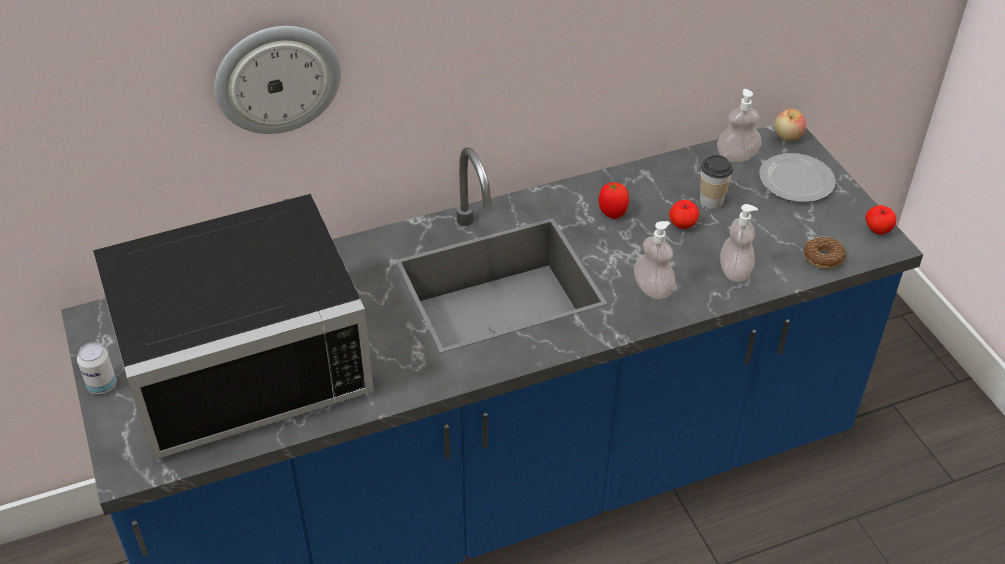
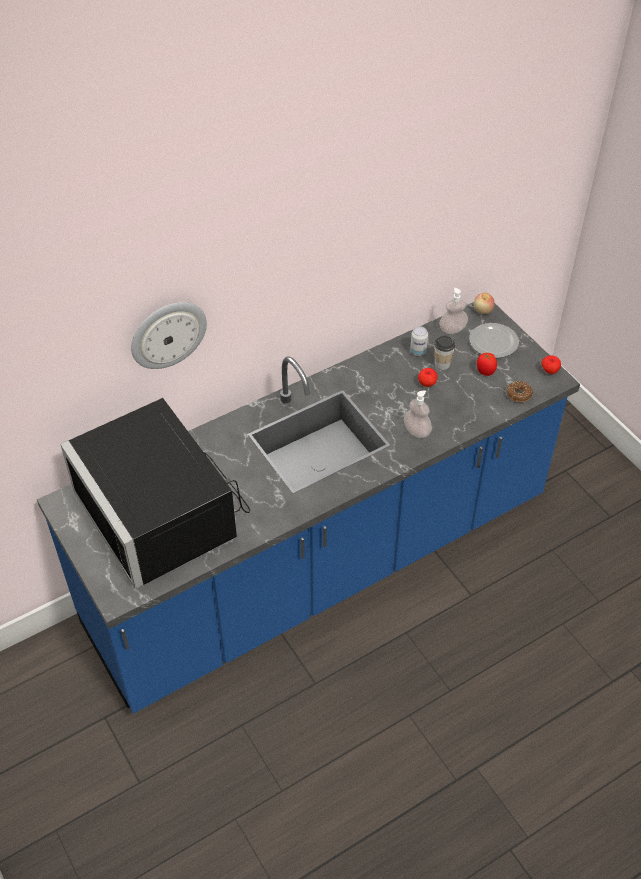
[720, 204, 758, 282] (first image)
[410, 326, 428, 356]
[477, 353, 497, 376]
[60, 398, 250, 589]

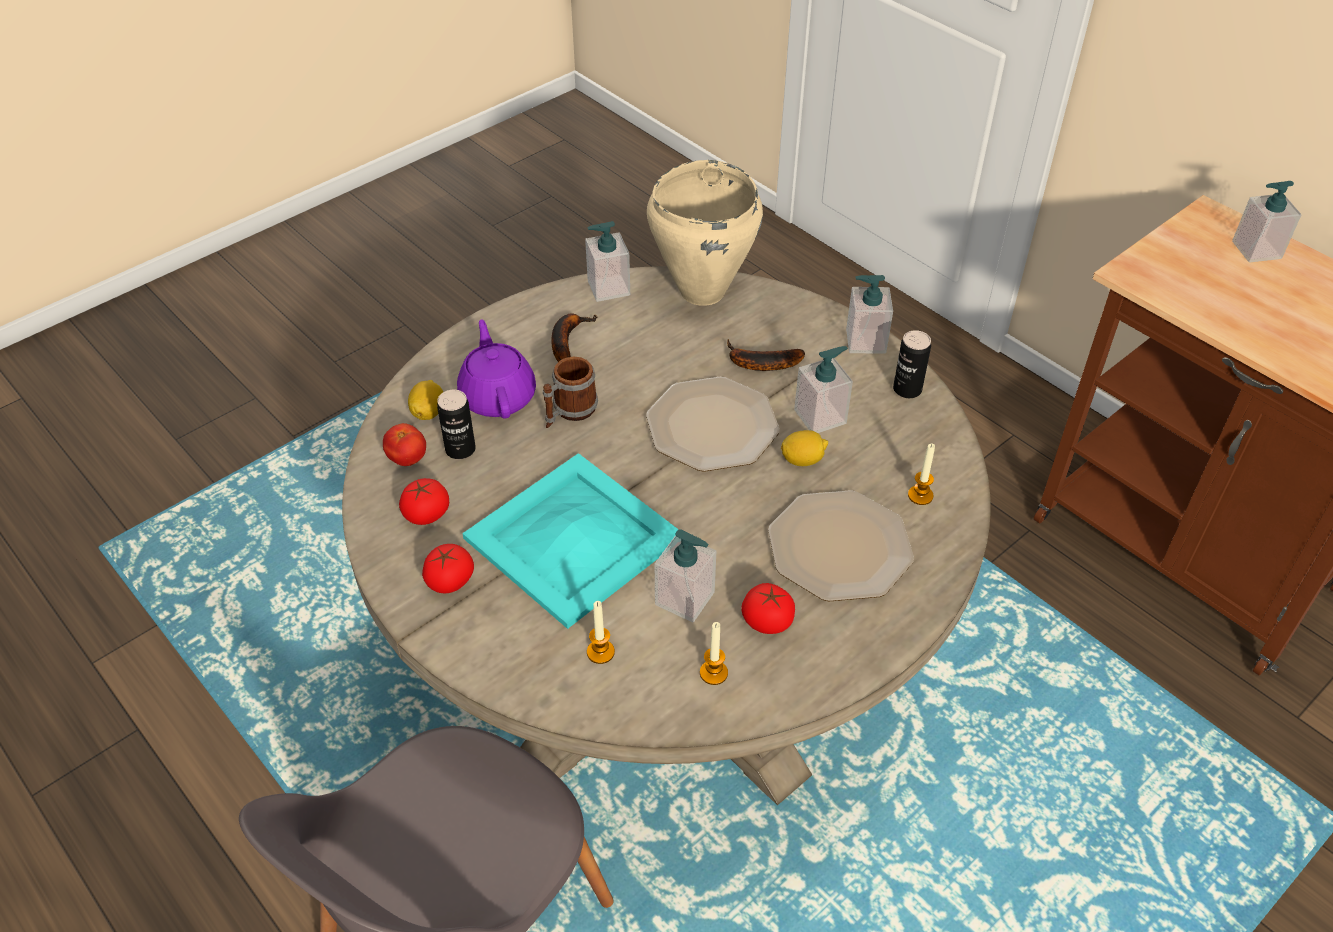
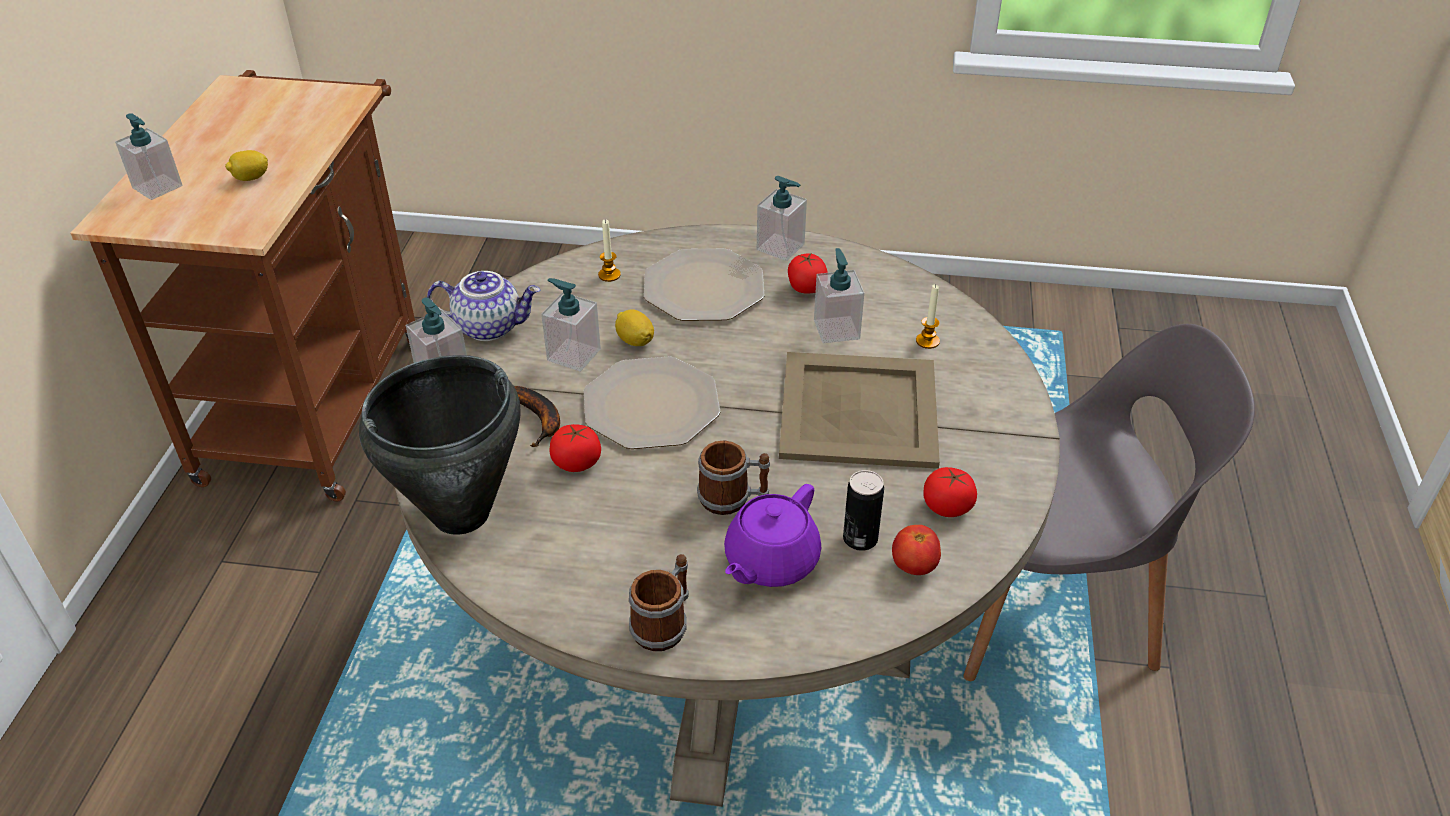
[551, 313, 598, 362] (first image)
[700, 622, 728, 685] (first image)
[629, 554, 689, 651]
[225, 150, 268, 181]
[550, 424, 601, 472]
[757, 176, 807, 261]
[427, 271, 540, 341]
[779, 352, 940, 469]
[359, 355, 521, 534]

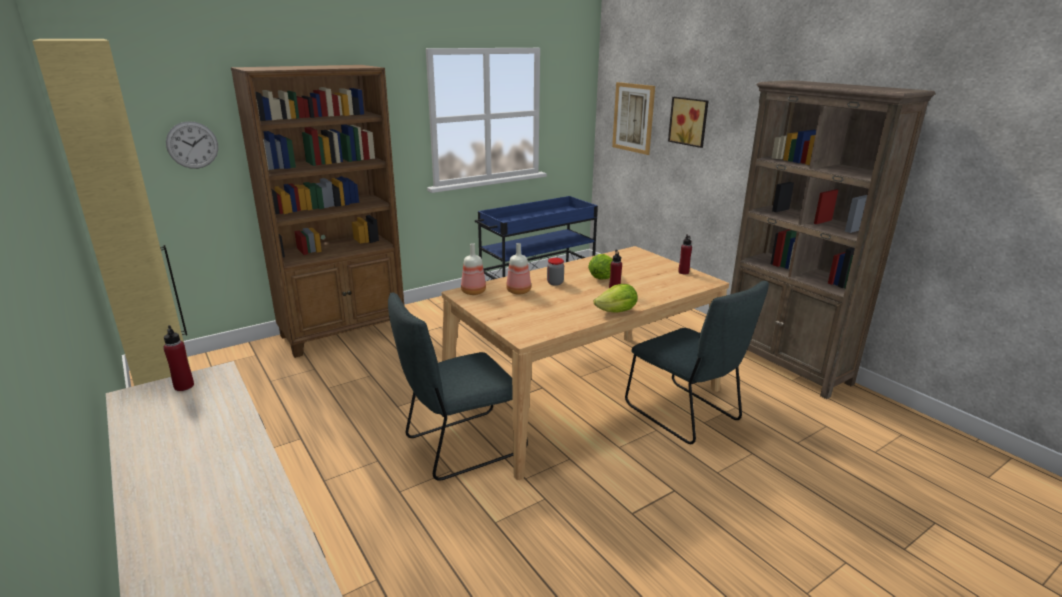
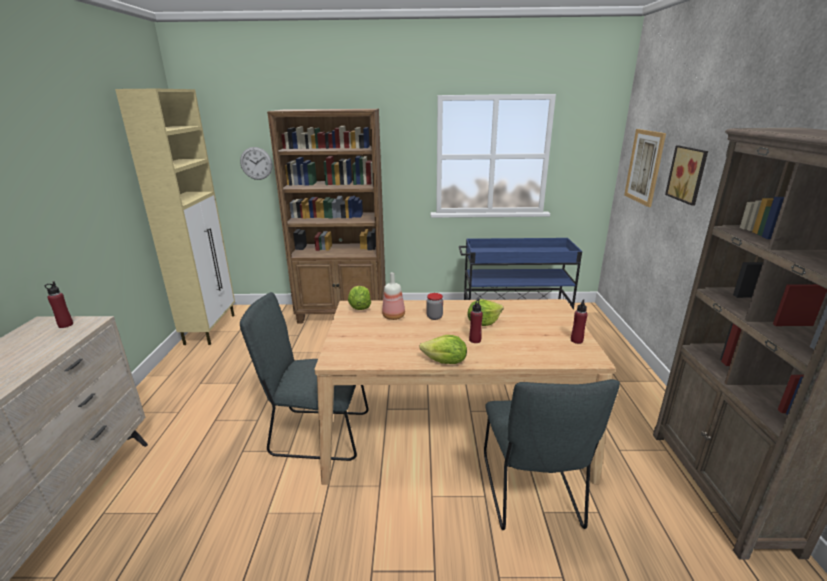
[348, 286, 371, 310]

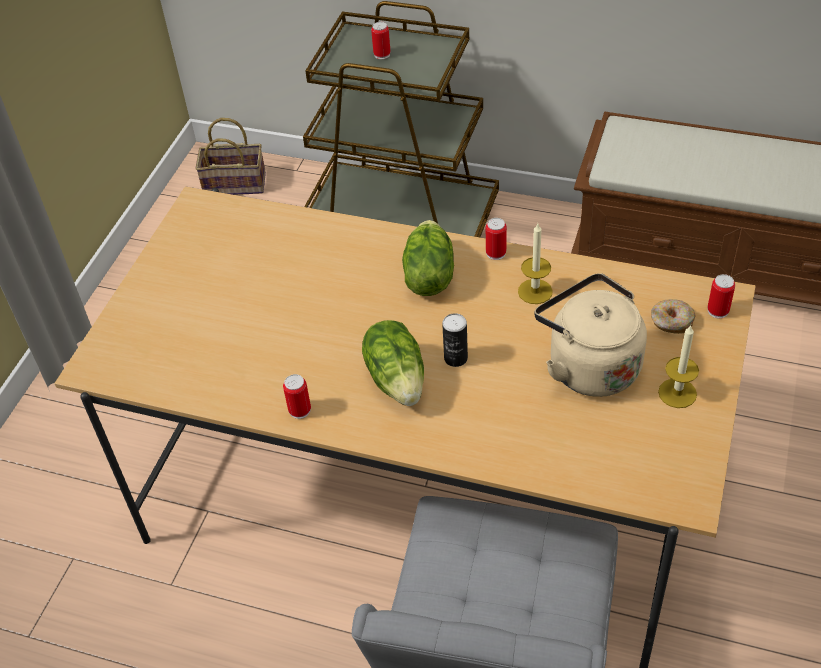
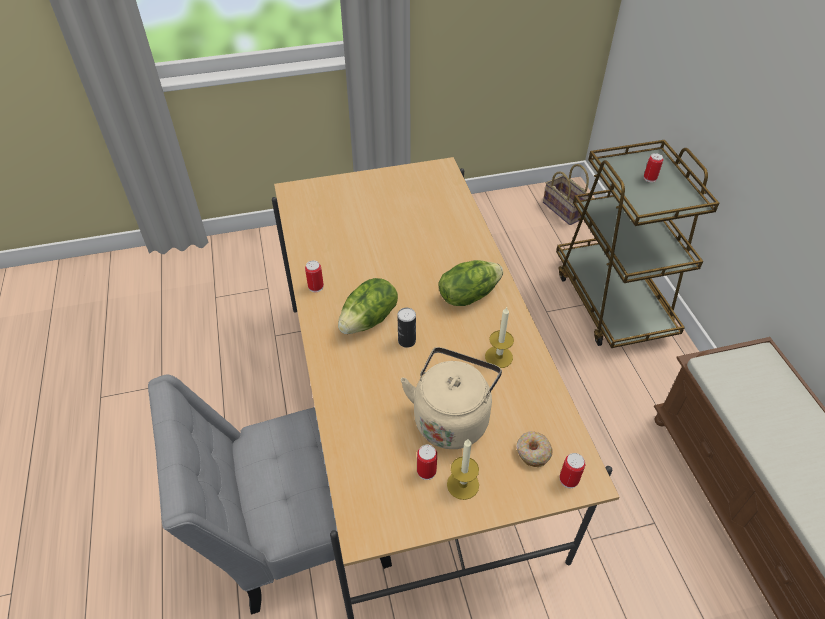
[417, 445, 437, 480]

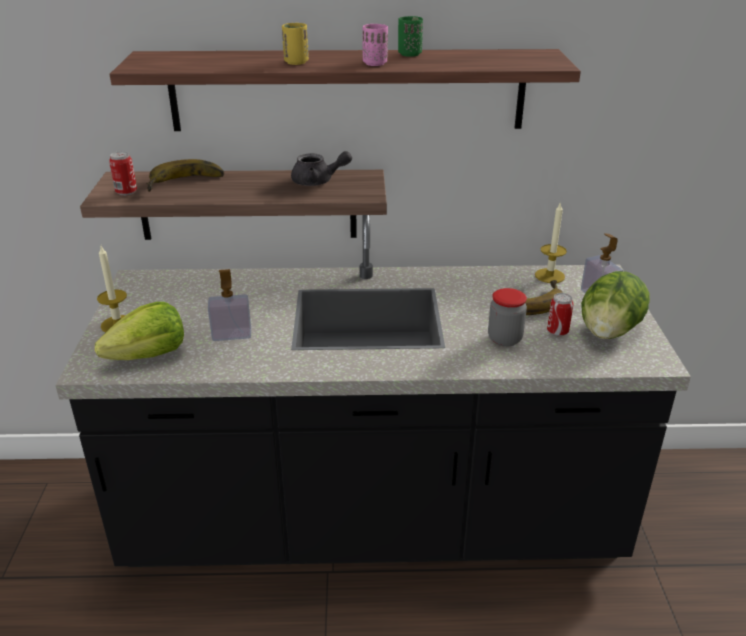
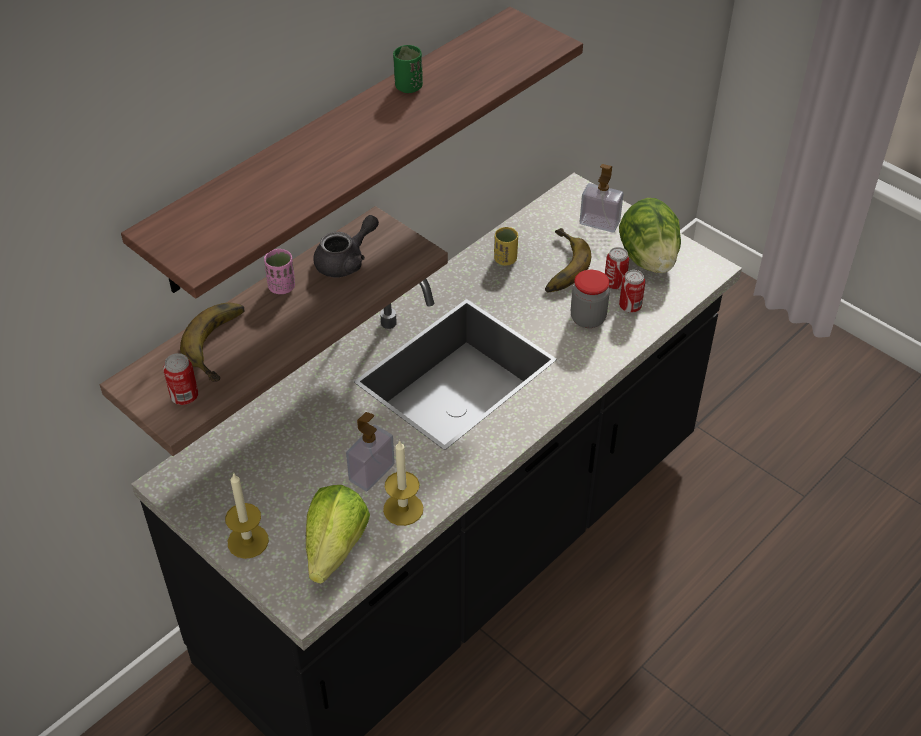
[619, 270, 645, 313]
[494, 227, 518, 265]
[264, 249, 295, 294]
[383, 440, 423, 526]

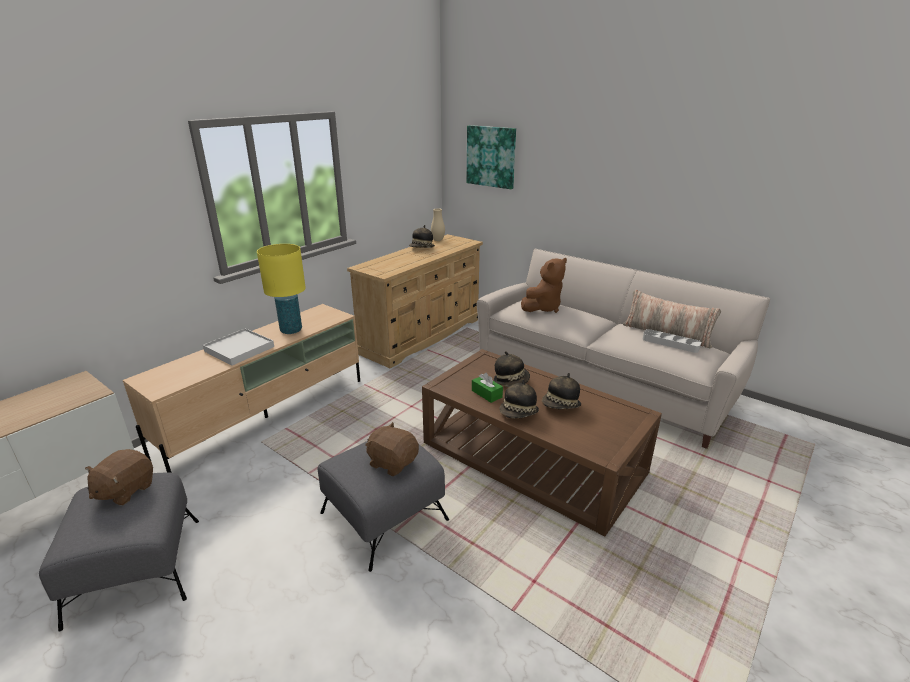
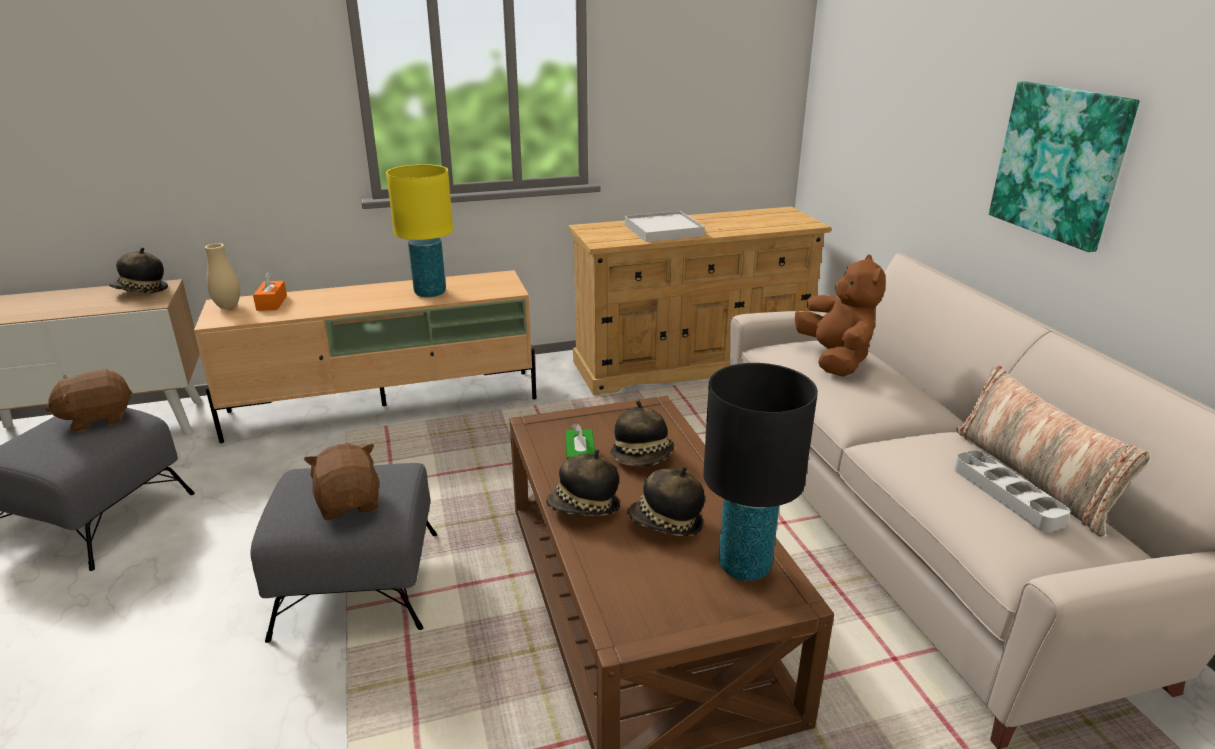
[253, 272, 287, 311]
[703, 363, 818, 581]
[625, 211, 705, 242]
[109, 247, 168, 293]
[205, 243, 240, 309]
[989, 81, 1140, 252]
[795, 254, 886, 377]

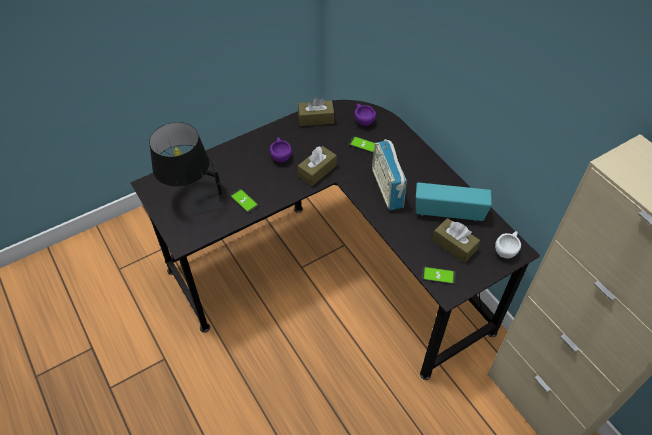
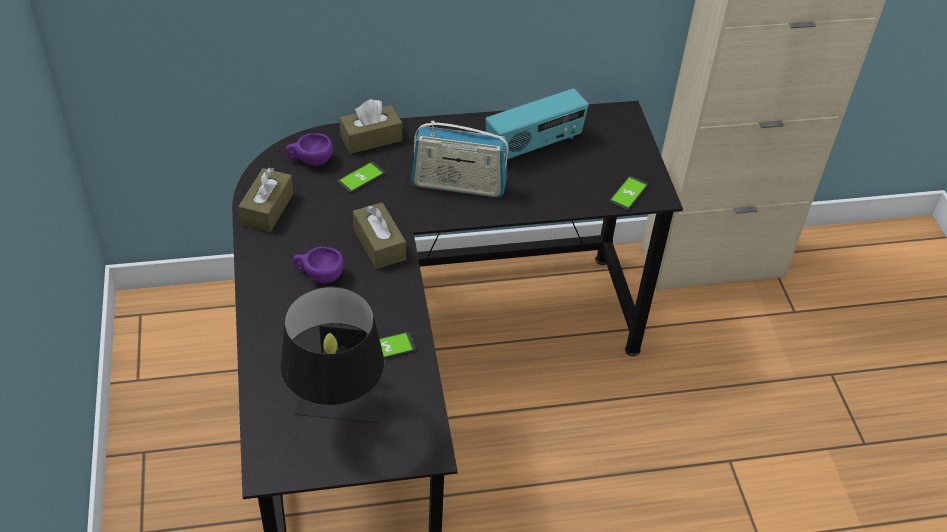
[495, 231, 521, 258] (first image)
[339, 99, 402, 154]
[485, 88, 589, 160]

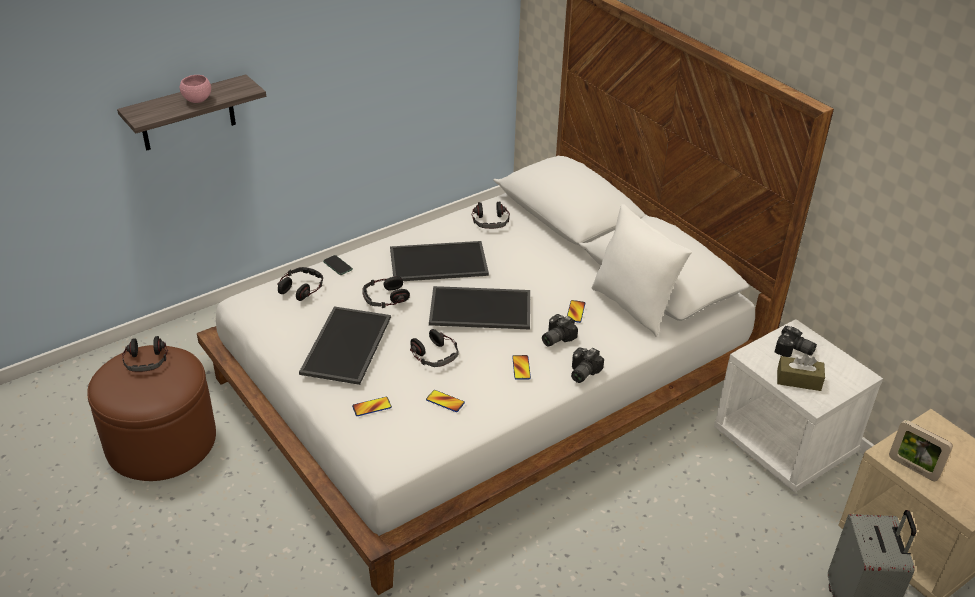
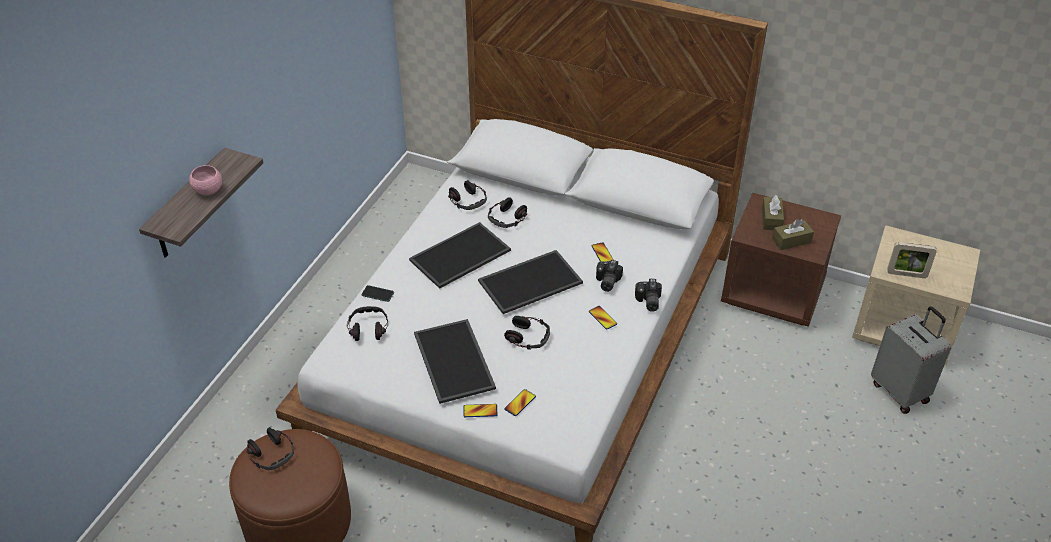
[591, 204, 692, 337] (first image)
[488, 197, 527, 228]
[463, 404, 497, 417]
[762, 195, 784, 230]
[721, 193, 841, 327]

